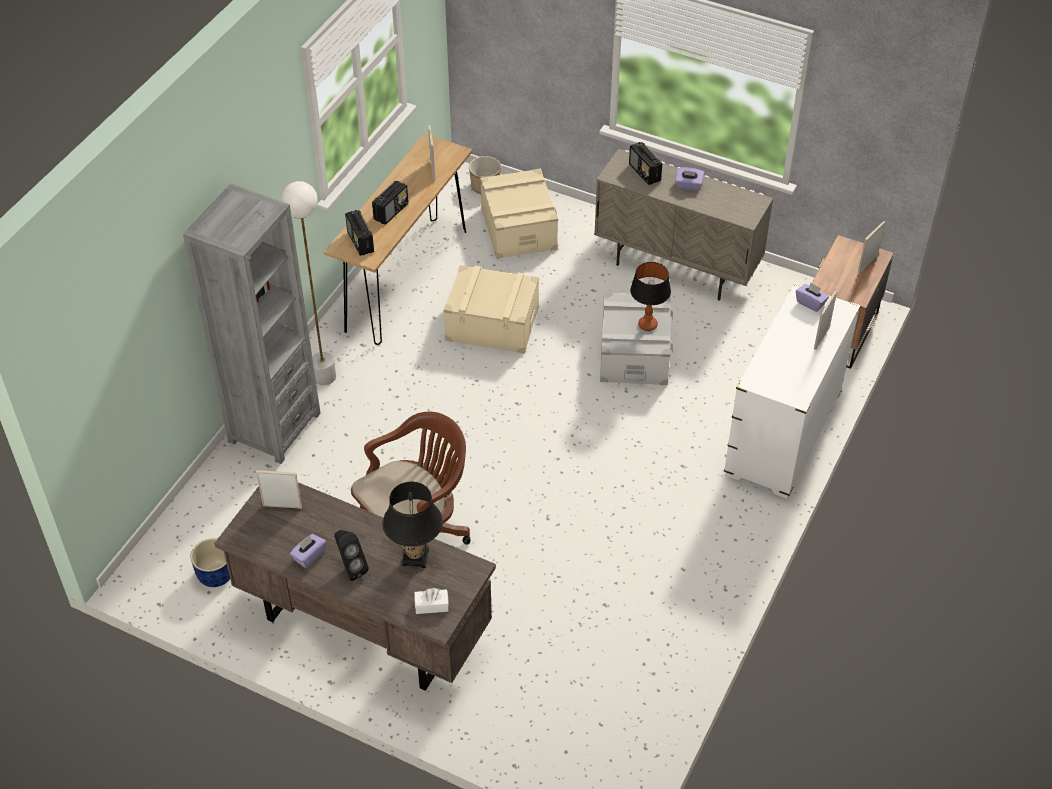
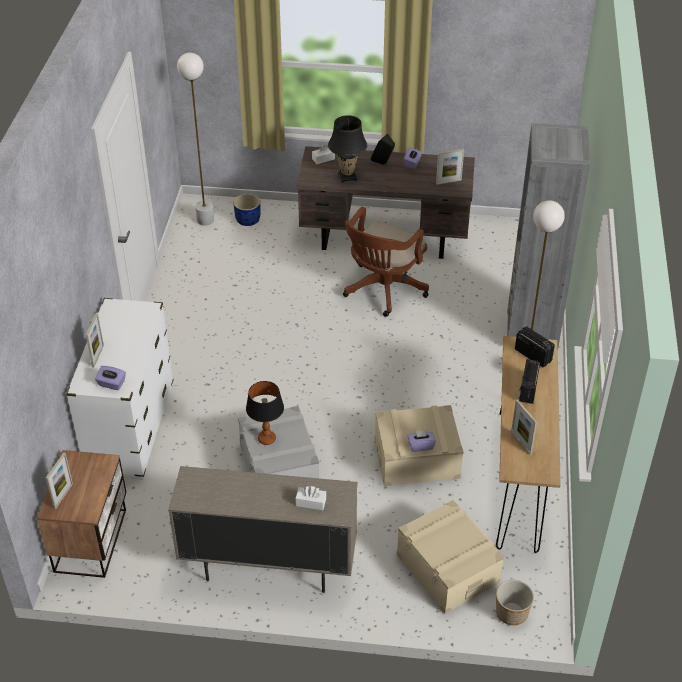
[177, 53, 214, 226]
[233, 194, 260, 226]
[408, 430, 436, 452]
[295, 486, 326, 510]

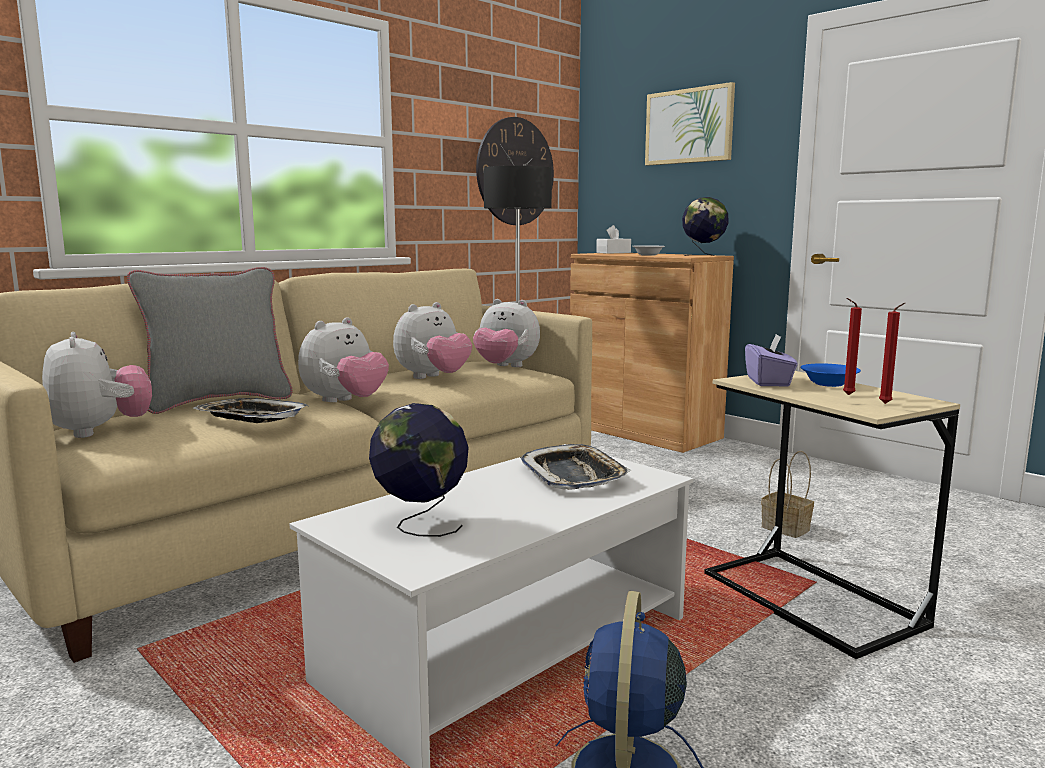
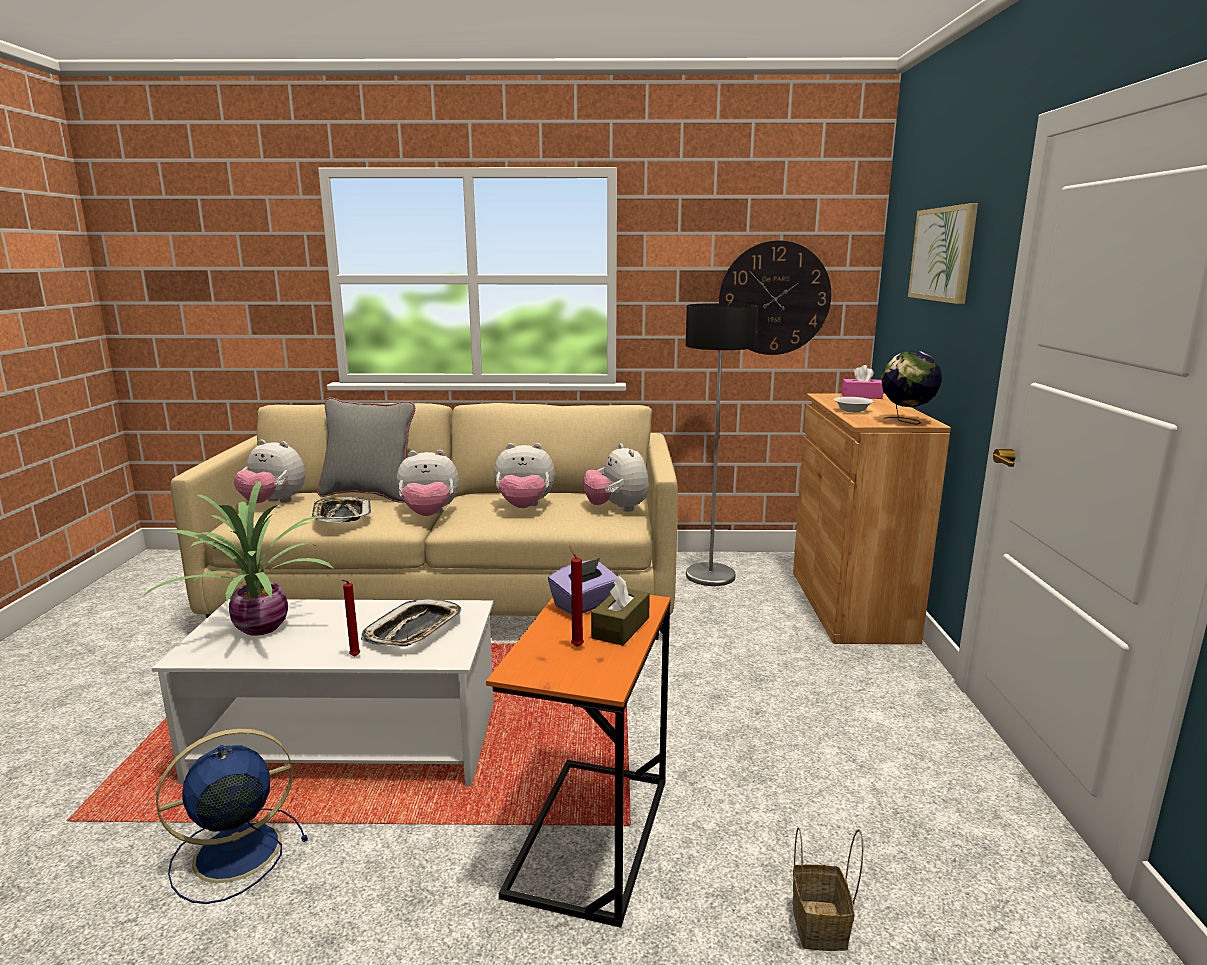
[792, 827, 863, 951]
[342, 580, 361, 656]
[144, 481, 334, 636]
[591, 575, 650, 646]
[842, 365, 883, 399]
[486, 595, 671, 928]
[234, 439, 305, 503]

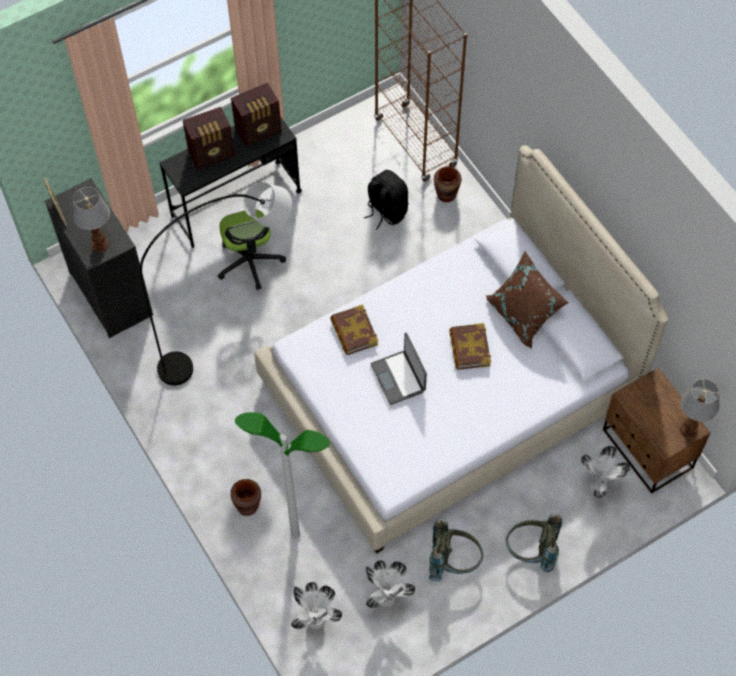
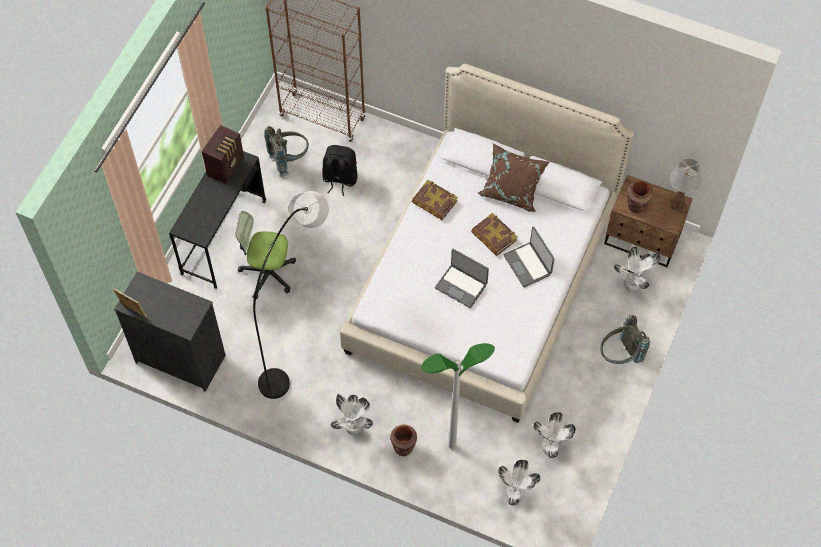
[72, 187, 110, 252] (first image)
[183, 107, 234, 169] (first image)
[330, 394, 373, 435]
[503, 226, 554, 287]
[412, 180, 458, 220]
[264, 126, 309, 177]
[627, 181, 653, 213]
[235, 211, 296, 299]

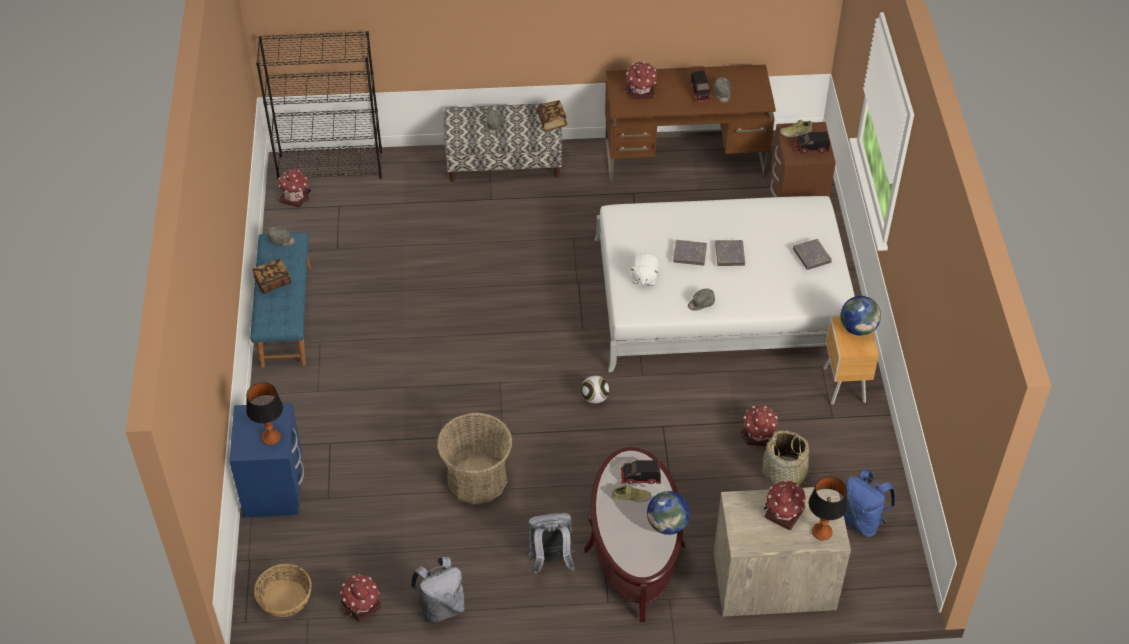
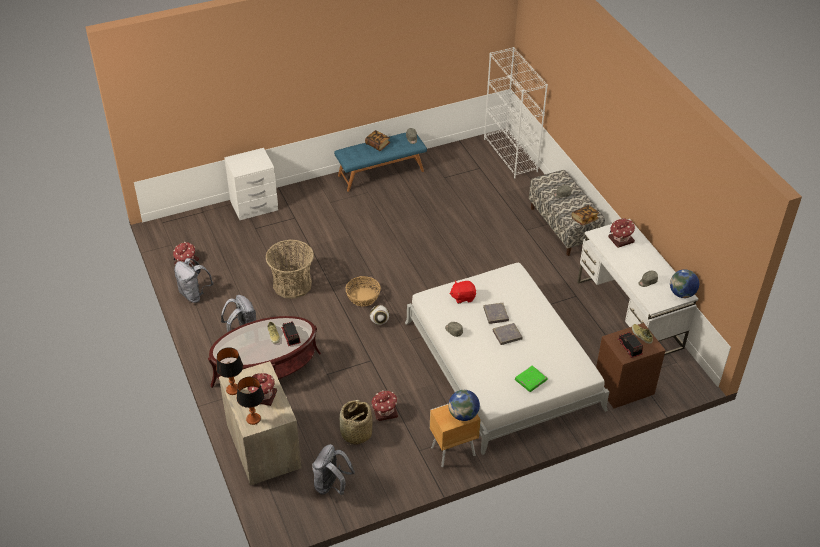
[278, 168, 311, 208] (first image)
[690, 70, 713, 103] (first image)
[216, 347, 243, 395]
[346, 276, 381, 307]
[670, 269, 699, 298]
[224, 148, 278, 220]
[484, 47, 548, 178]
[577, 219, 698, 355]
[449, 281, 476, 304]
[515, 366, 547, 392]
[312, 444, 355, 495]

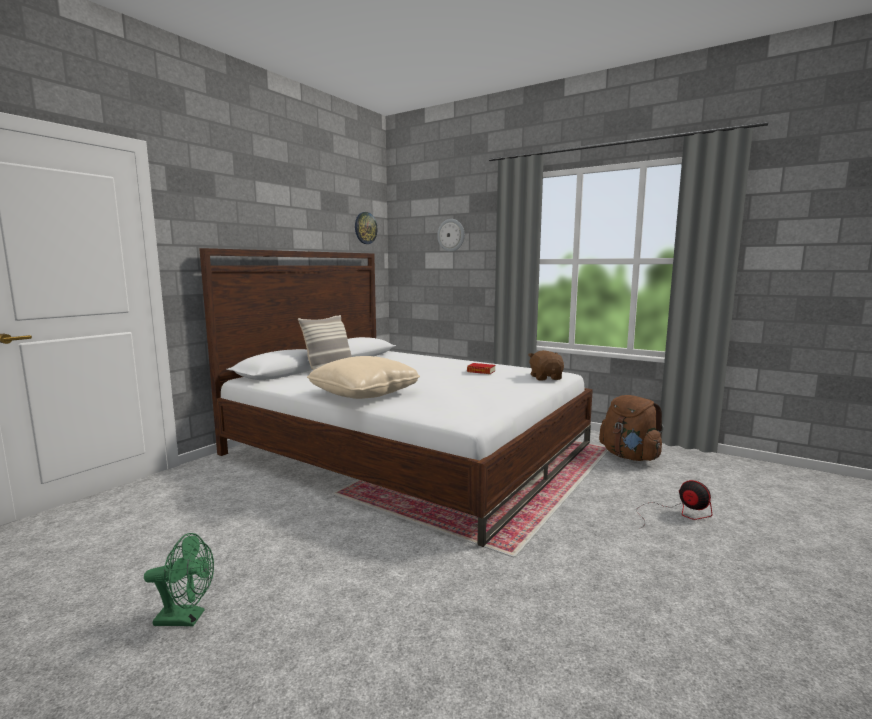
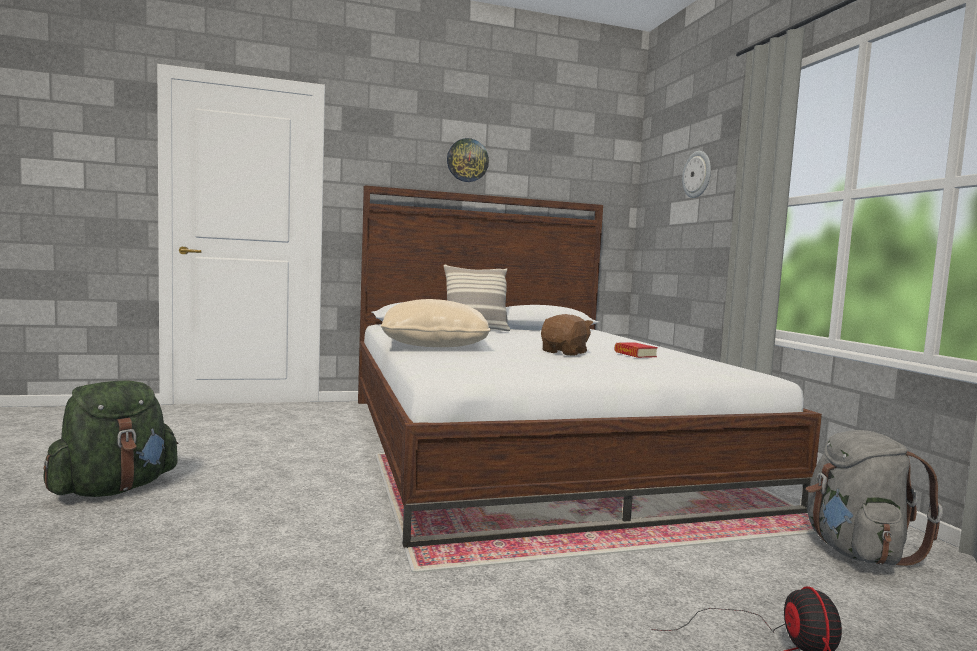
[447, 138, 489, 182]
[541, 314, 593, 356]
[43, 381, 179, 497]
[806, 430, 943, 566]

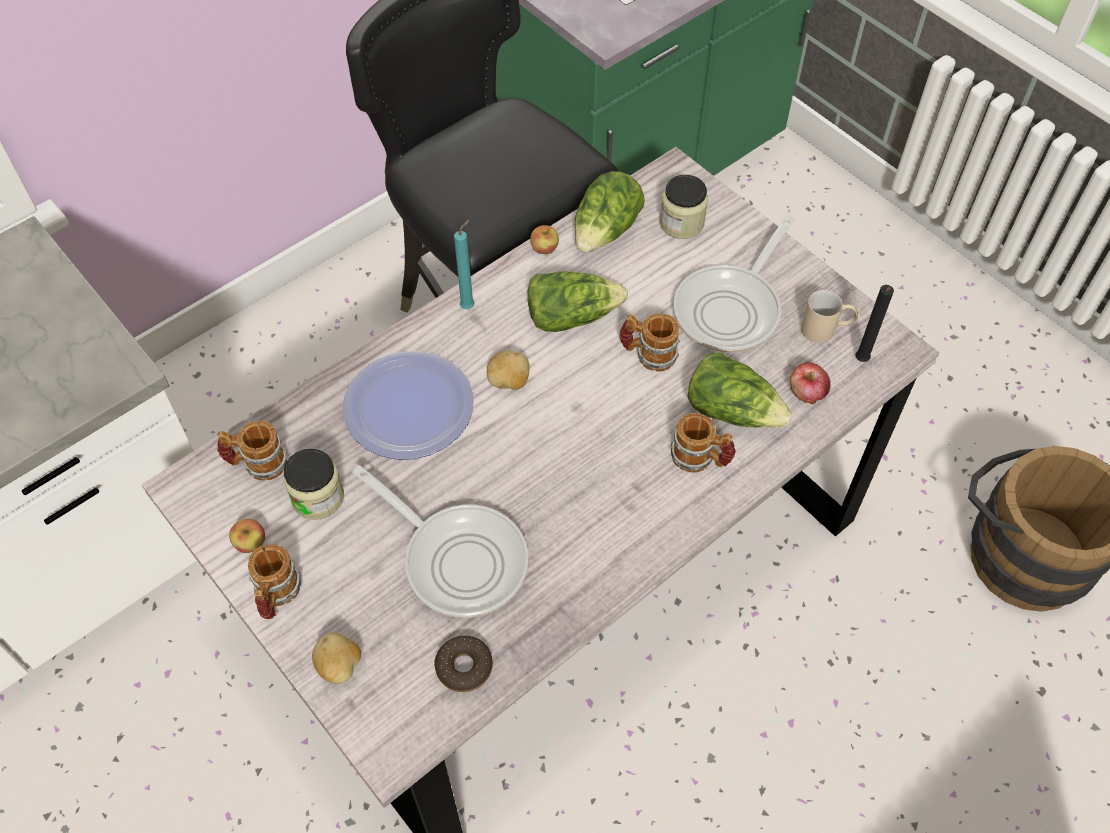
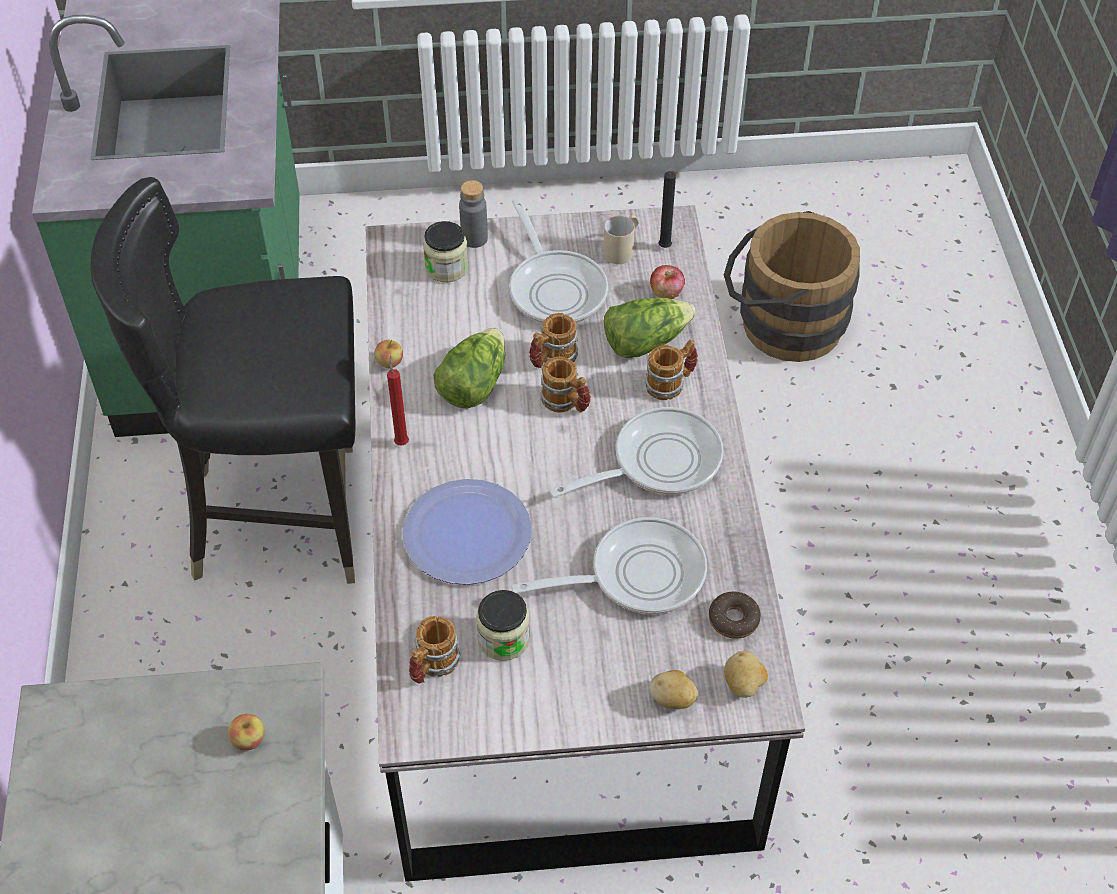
[575, 171, 645, 253] (first image)
[459, 180, 488, 248]
[549, 407, 723, 497]
[228, 714, 265, 750]
[540, 357, 591, 413]
[724, 651, 768, 698]
[387, 356, 409, 446]

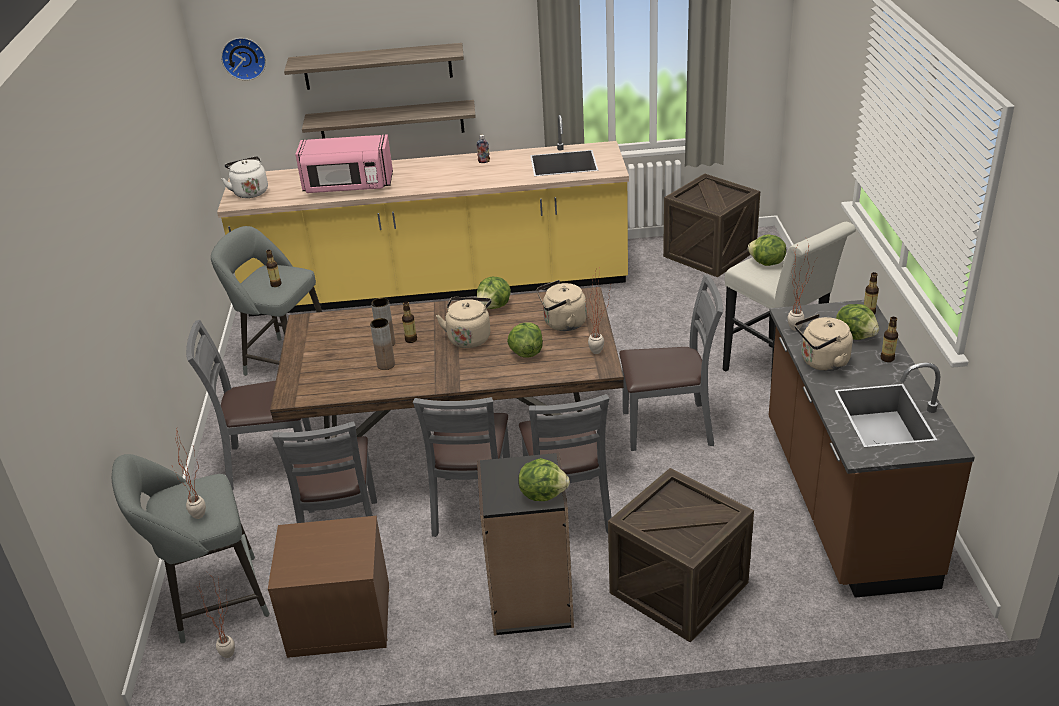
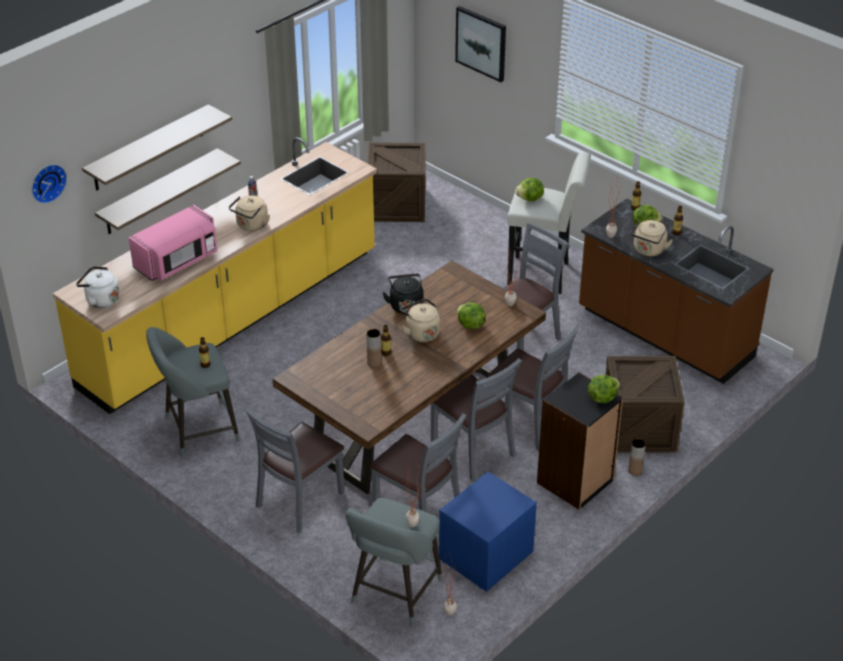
[455, 6, 506, 82]
[628, 439, 646, 476]
[229, 195, 270, 231]
[383, 274, 423, 314]
[439, 472, 537, 592]

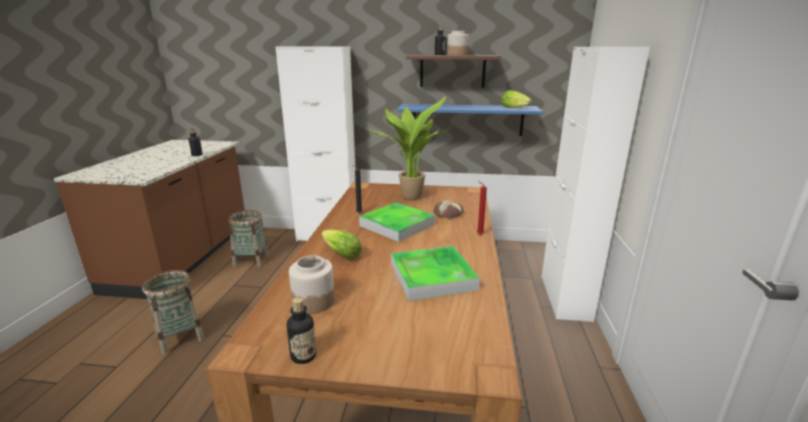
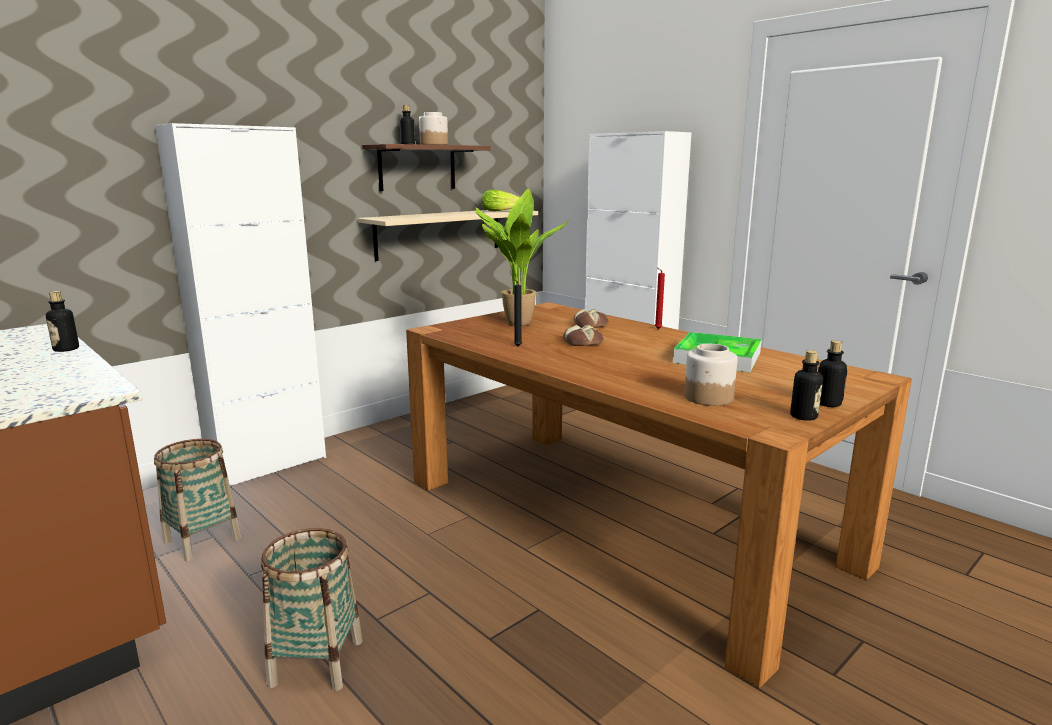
[321, 230, 362, 259] (first image)
[818, 340, 847, 407]
[563, 325, 603, 346]
[357, 209, 538, 261]

